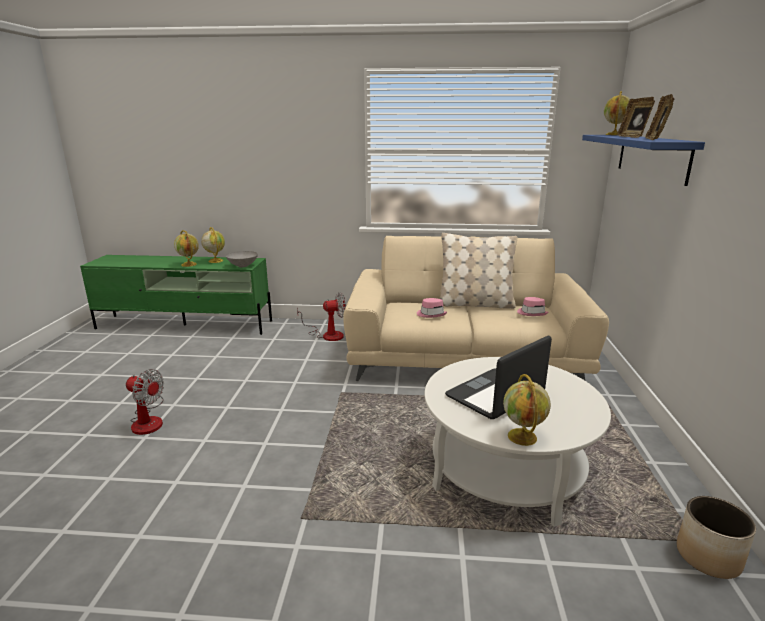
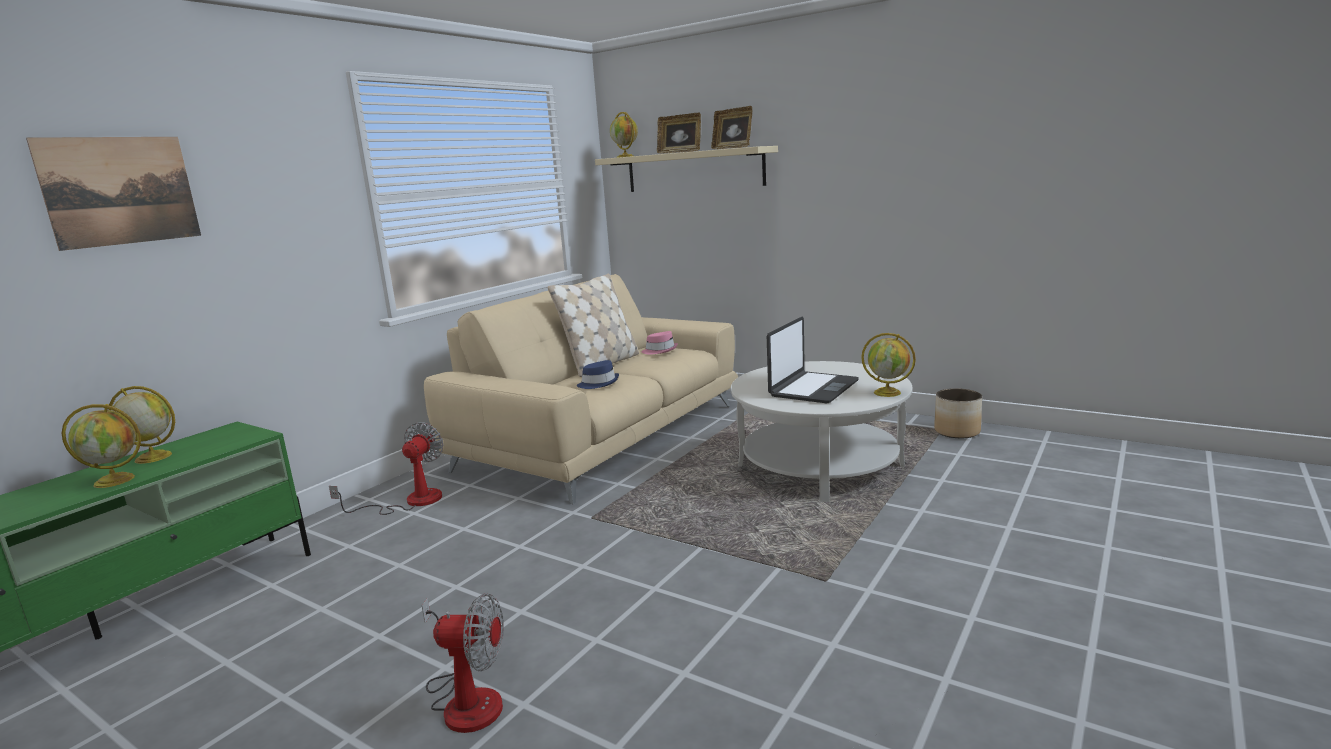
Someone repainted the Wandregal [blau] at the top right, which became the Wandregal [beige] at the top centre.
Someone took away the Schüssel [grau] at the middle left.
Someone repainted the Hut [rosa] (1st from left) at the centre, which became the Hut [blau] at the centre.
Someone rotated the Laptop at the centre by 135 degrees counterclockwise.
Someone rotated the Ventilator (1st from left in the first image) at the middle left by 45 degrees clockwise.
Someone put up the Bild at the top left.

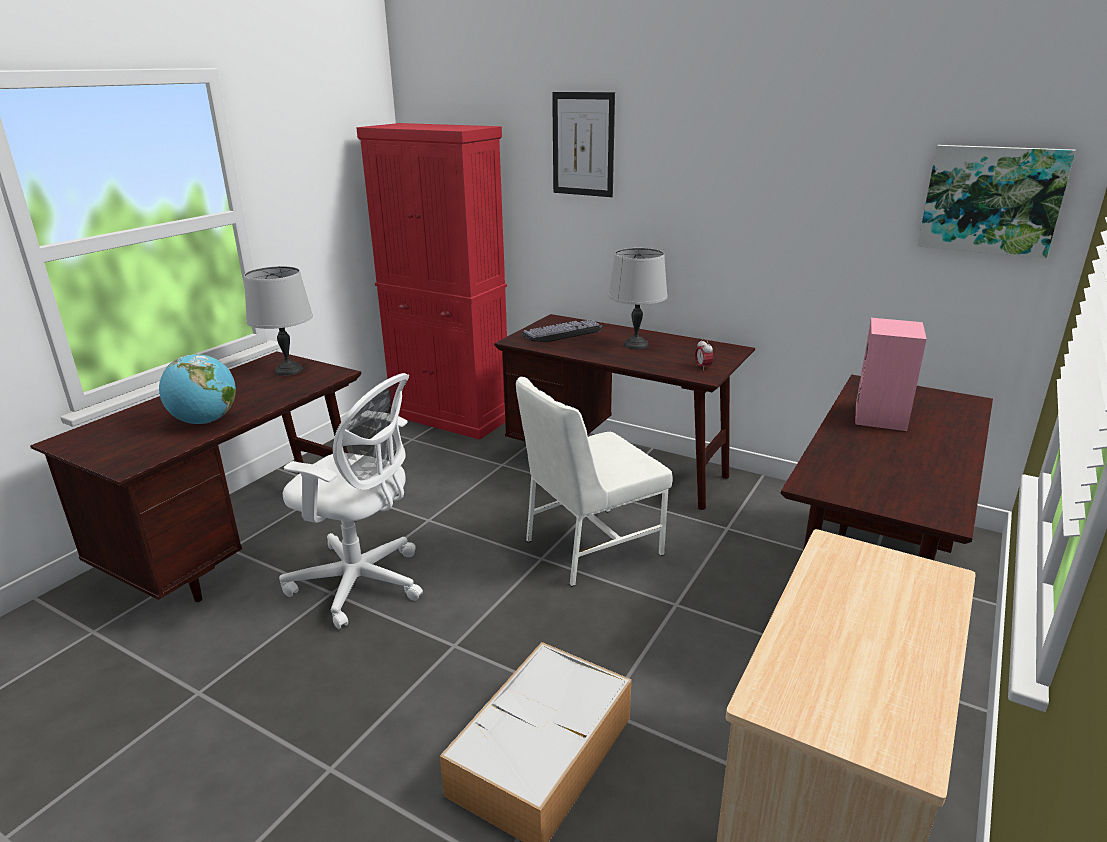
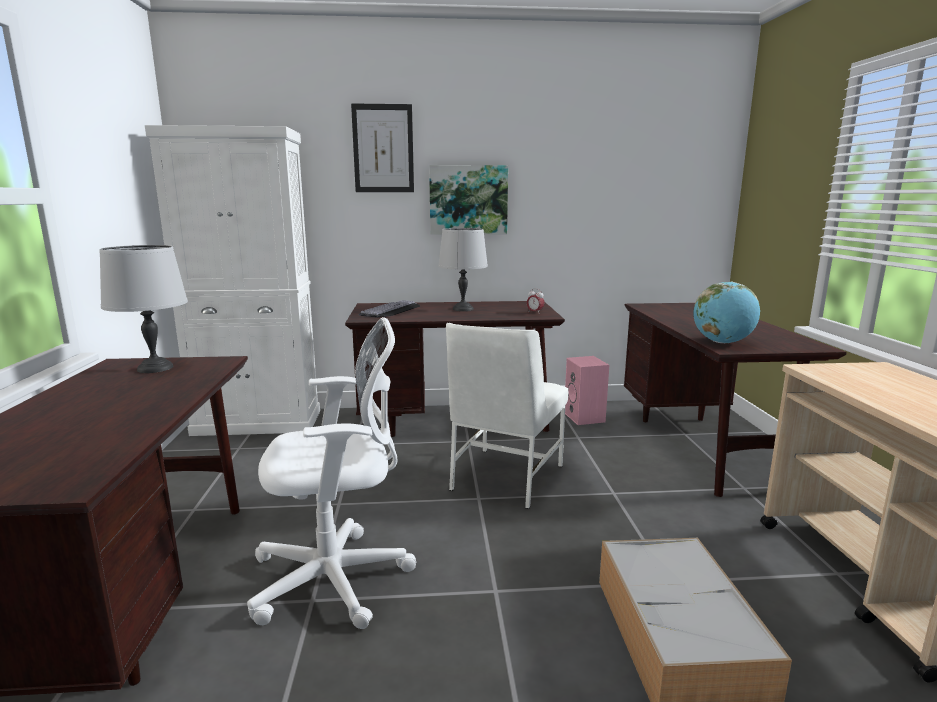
Someone repainted the Schrank [rot] at the centre, which became the Schrank [weiß] at the middle left.
Someone carried the Bild (2nd from left) from the top right to the top centre.
Someone carried the Lautsprecher [rosa] from the middle right to the centre.
Someone carried the Globus from the middle left to the middle right.

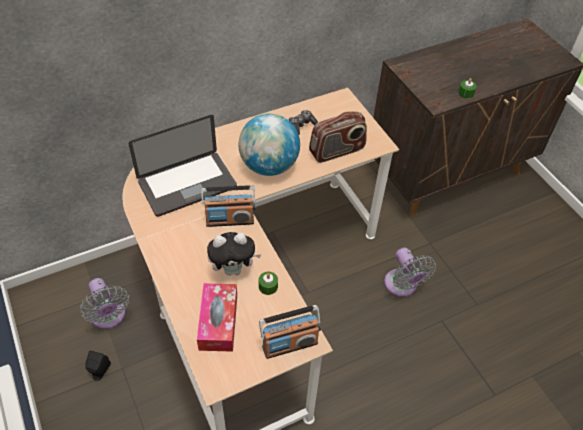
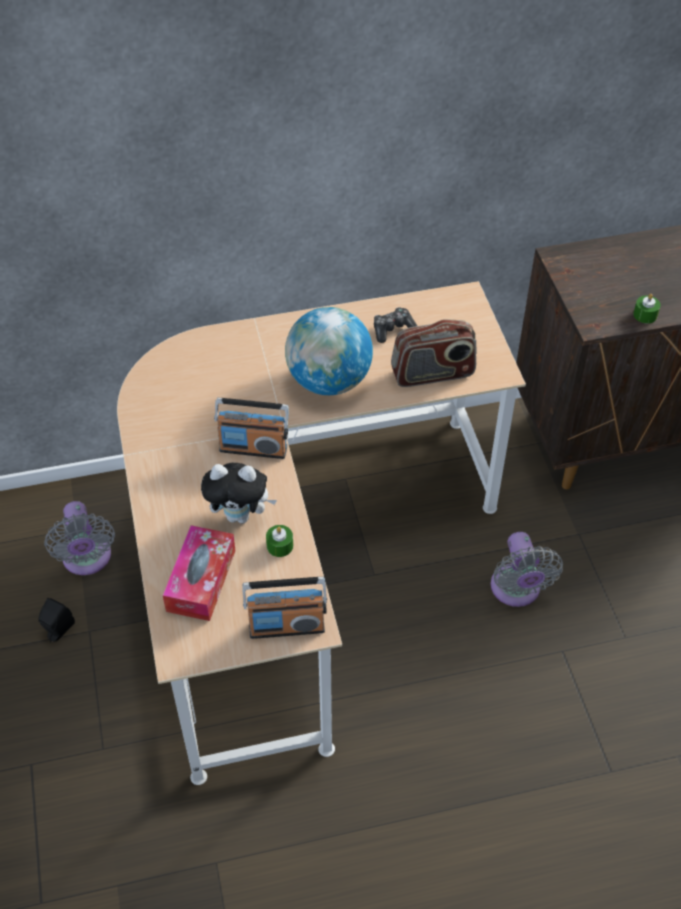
Someone took away the Laptop at the middle left.

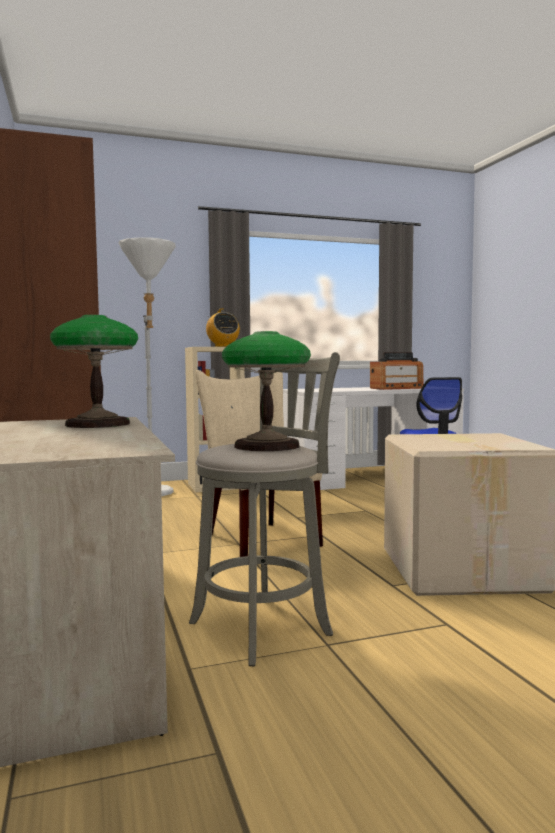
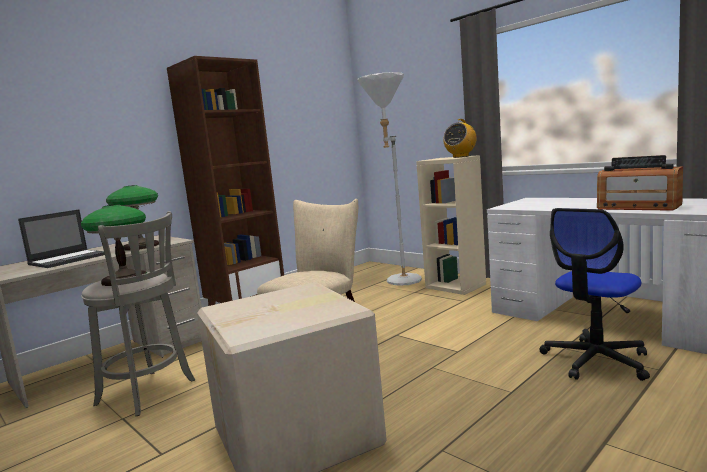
Someone put down the Laptop at the middle left.

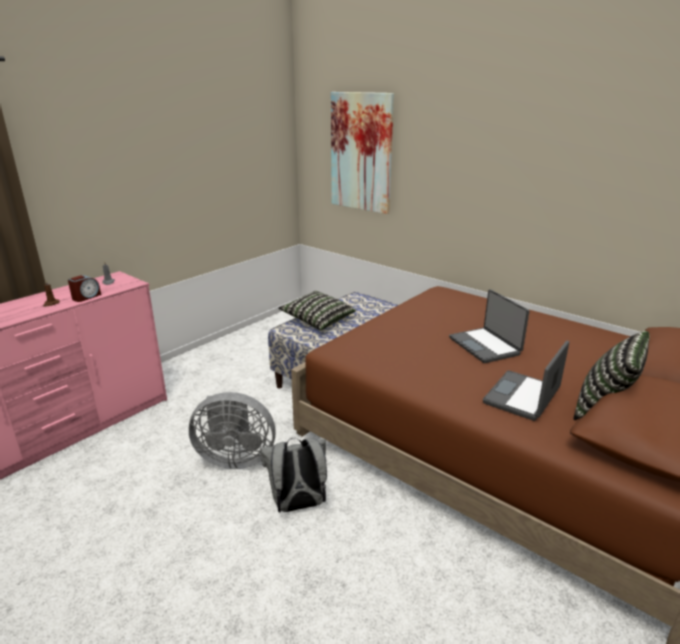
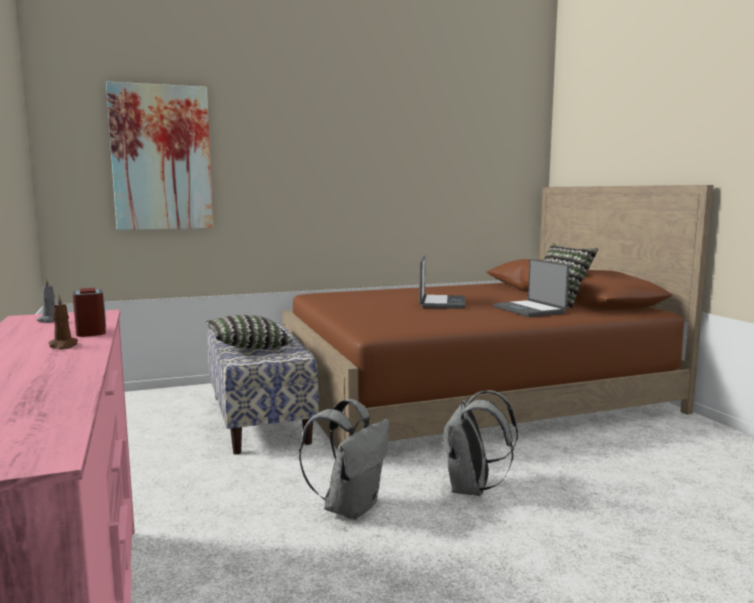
Someone rotated the Laptop (1st from left) at the middle right by 90 degrees counterclockwise.
Someone swapped the Ventilator [grau] at the bottom centre for the Rucksack [grau] (1st from left) at the bottom centre.

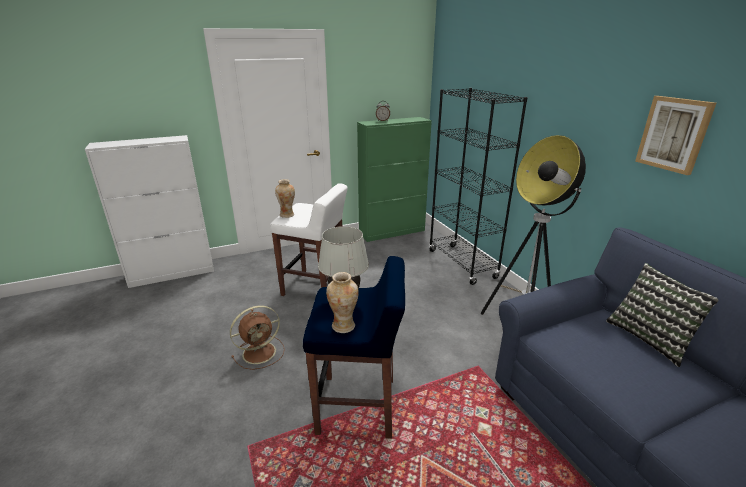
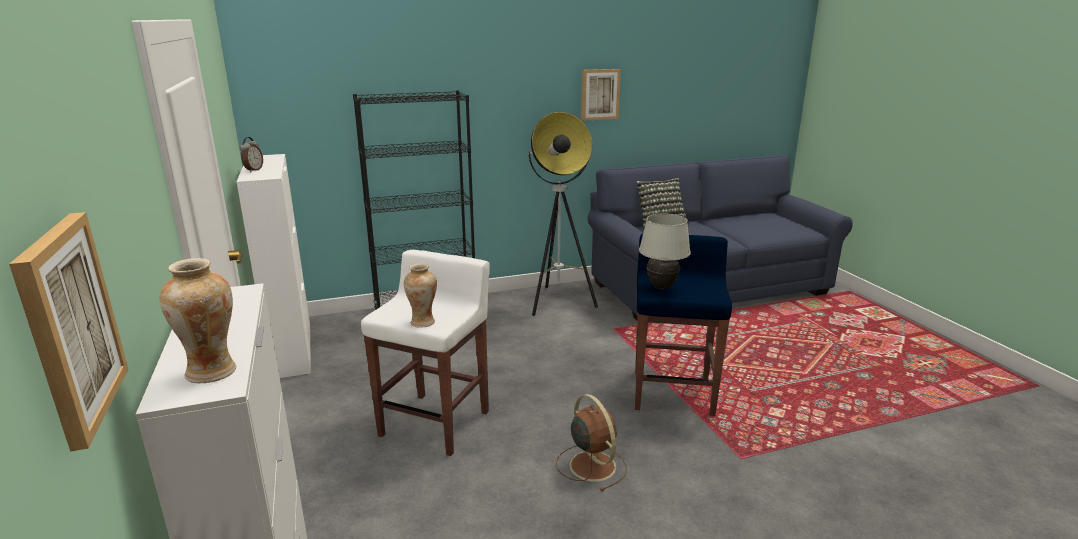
Someone repainted the Schrank [grün] at the centre, which became the Schrank [weiß] (2nd from left) at the middle left.
Someone carried the Vase (2nd from left in the first image) from the centre to the middle left.
Someone put up the Bild (1st from left) at the middle left.

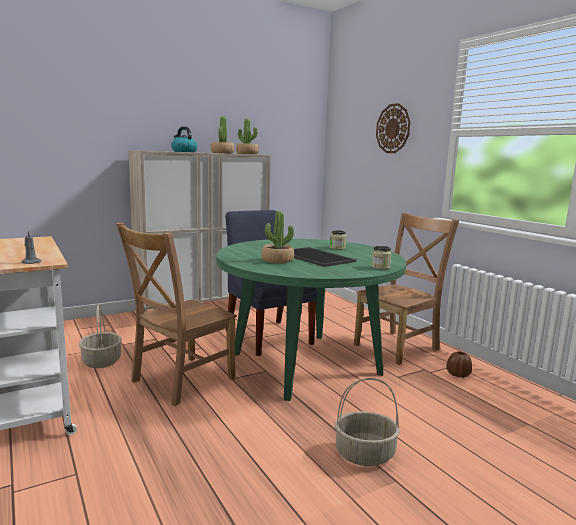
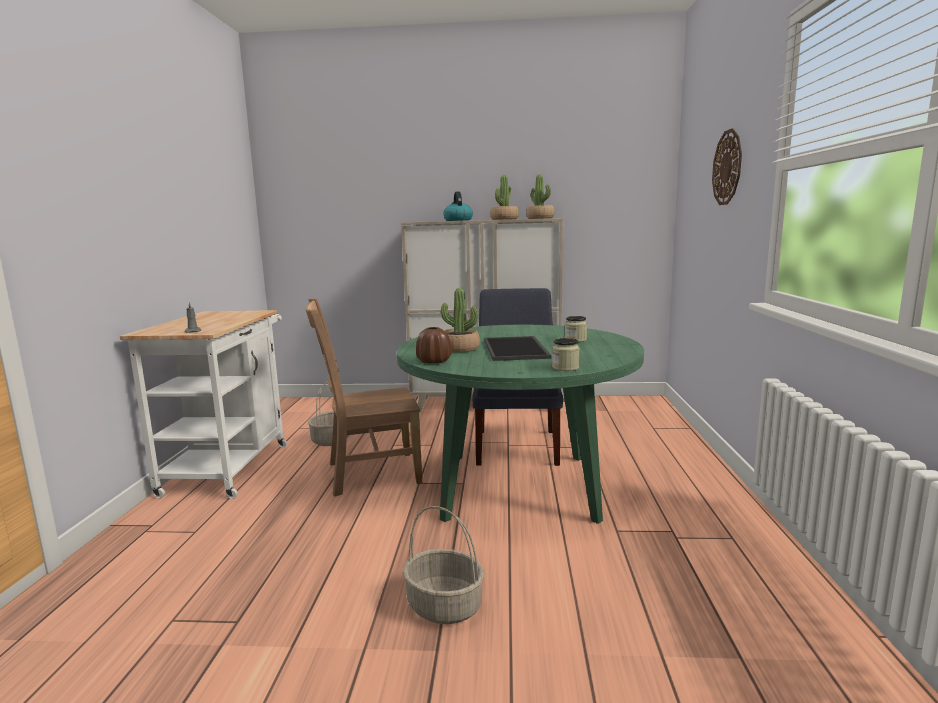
Someone took away the Stuhl [braun] (2nd from left) at the middle right.
Someone carried the Vase [braun] from the bottom right to the centre.

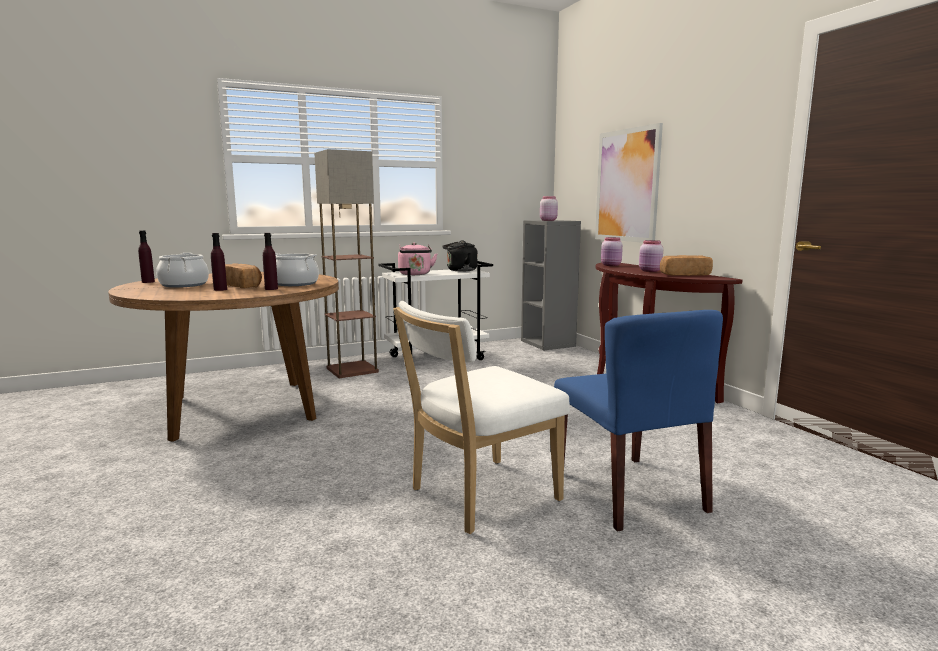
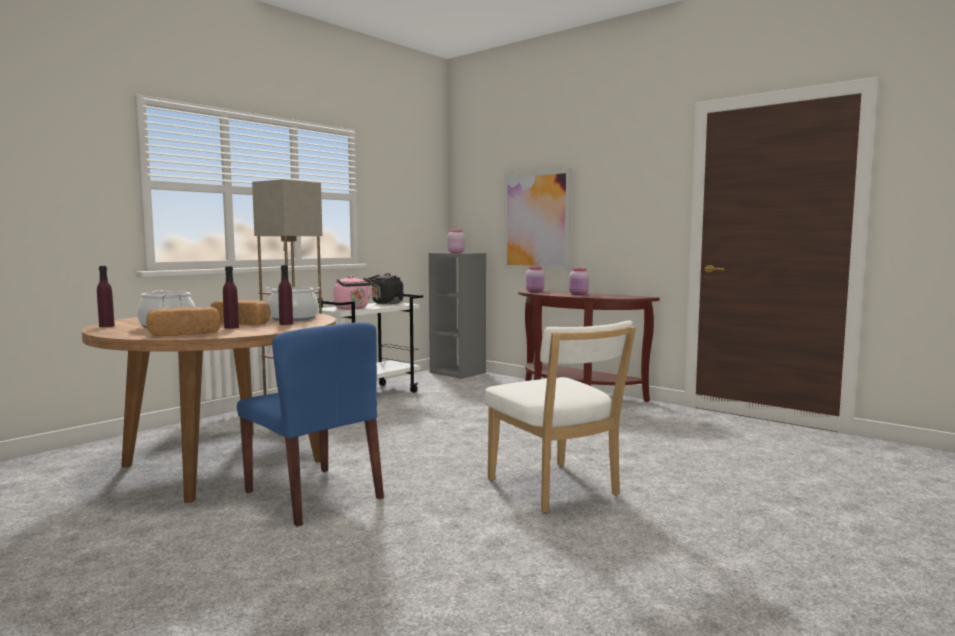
Someone carried the Brot (2nd from left in the first image) from the middle right to the middle left.
Someone rotated the Stuhl [weiß] at the centre by 60 degrees counterclockwise.
Someone carried the Stuhl [blau] from the middle right to the bottom left.

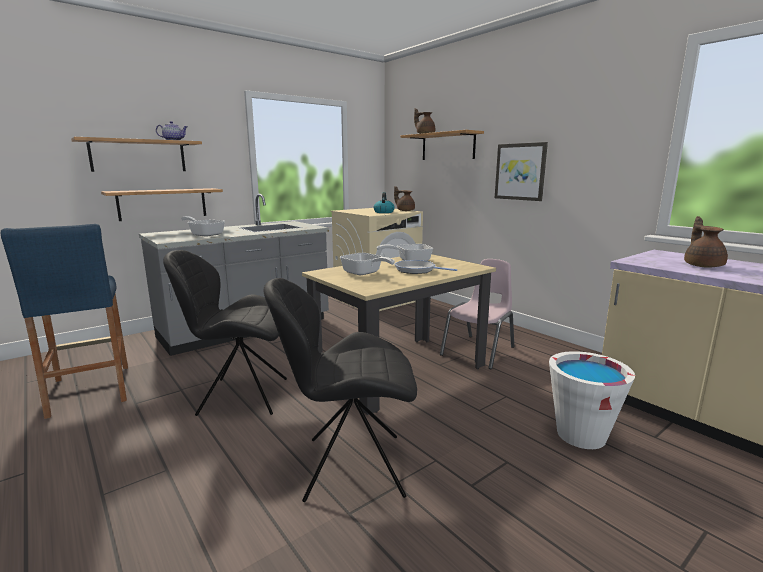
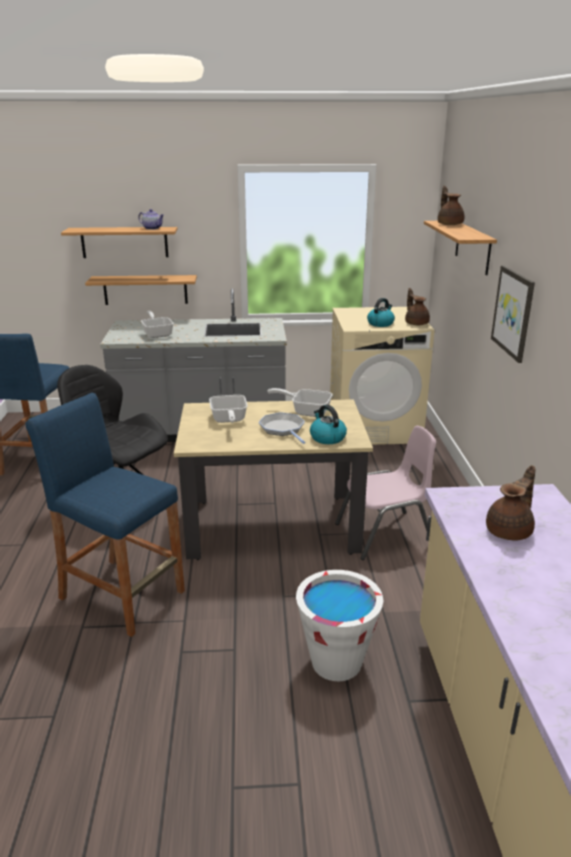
Someone swapped the Stuhl [schwarz] (2nd from left) at the bottom centre for the Hocker [blau] (2nd from left) at the middle left.
Someone put down the Wasserkessel (1st from left) at the centre.

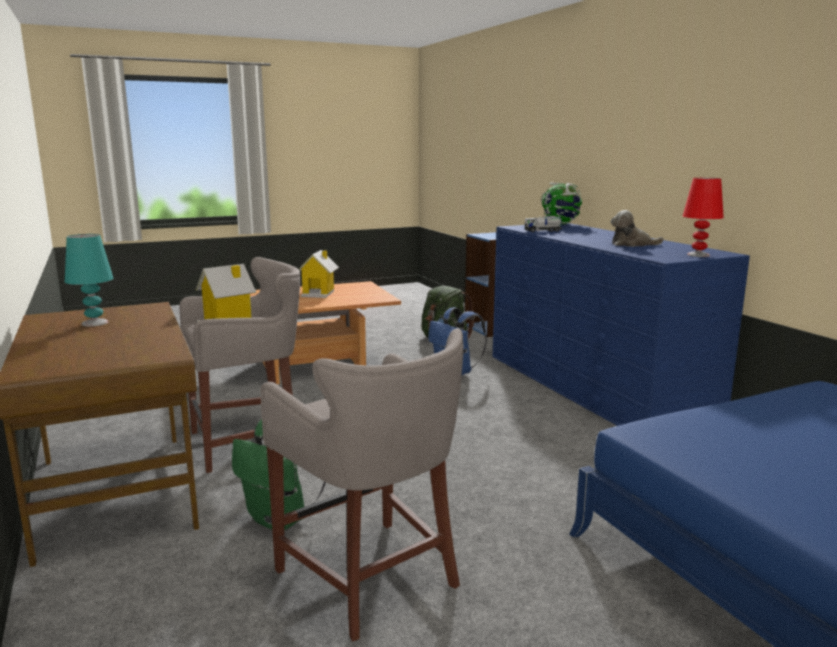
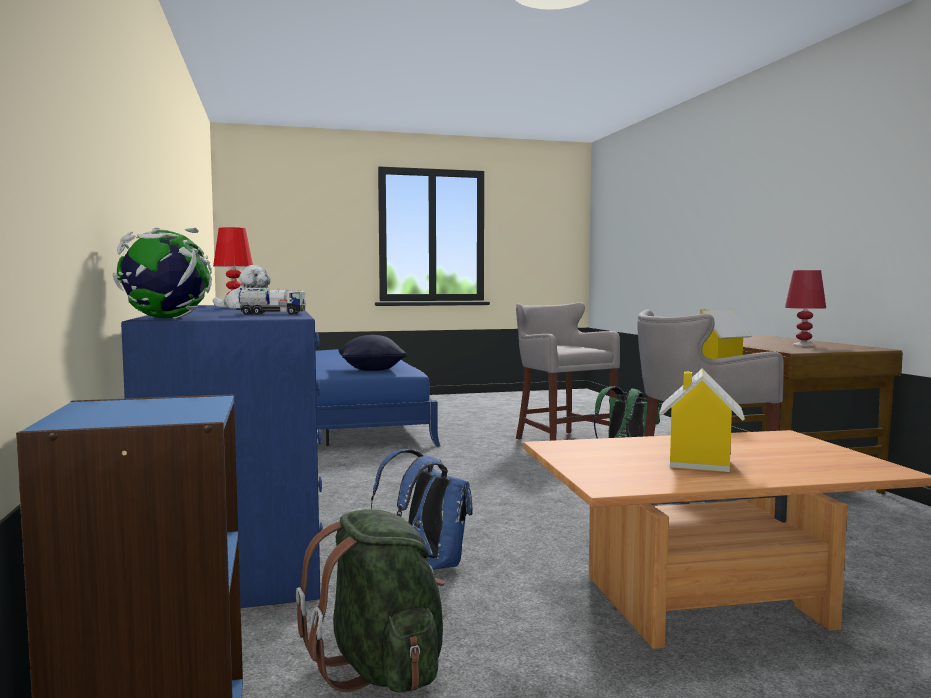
Someone repainted the Tischlampe [türkis] at the middle left, which became the Tischlampe [rot] (2nd from left) at the middle right.
Someone put down the Kissen [schwarz] at the centre.

